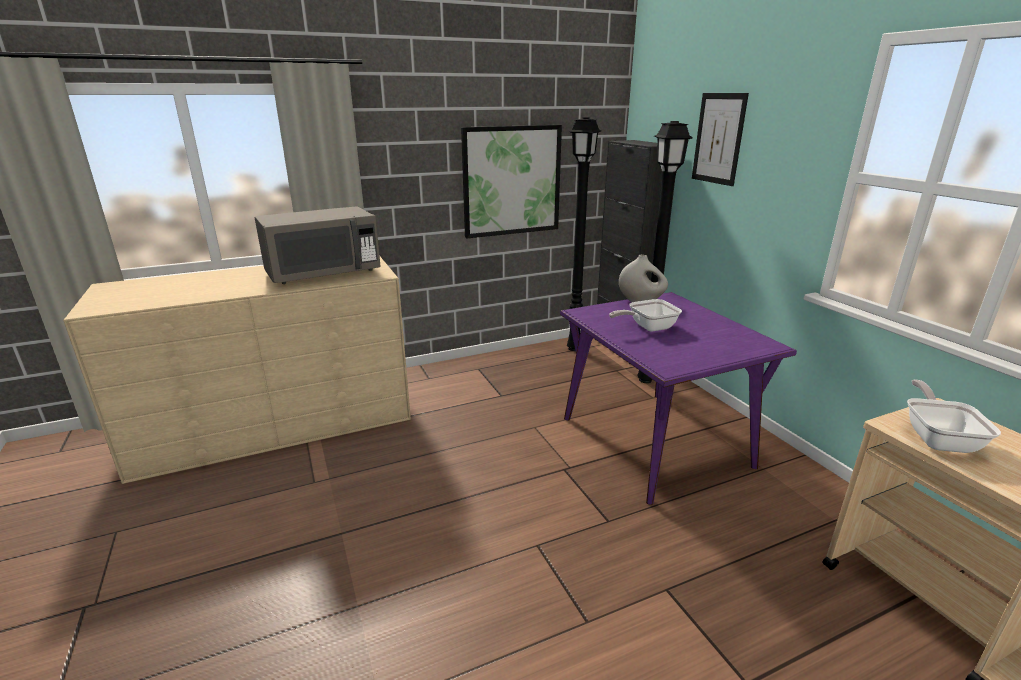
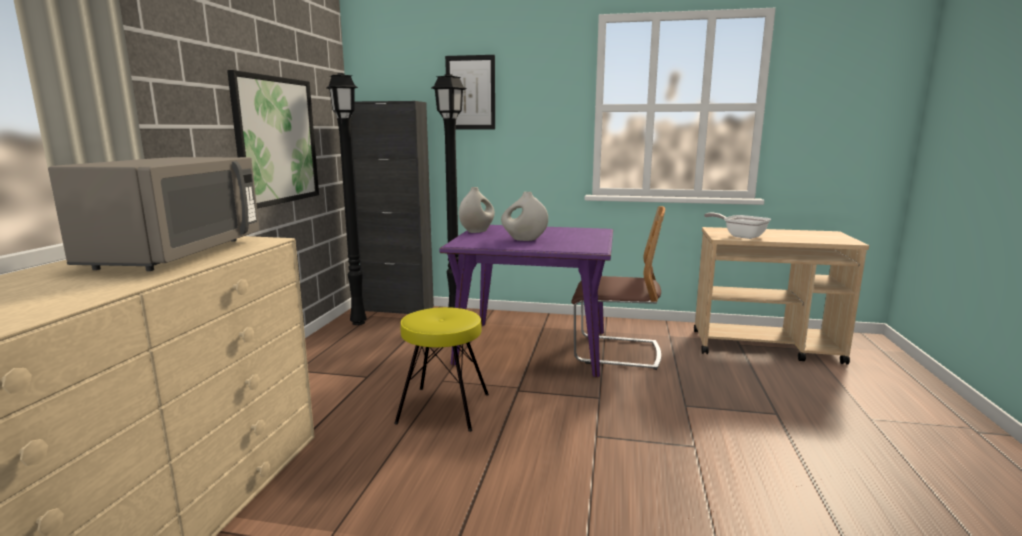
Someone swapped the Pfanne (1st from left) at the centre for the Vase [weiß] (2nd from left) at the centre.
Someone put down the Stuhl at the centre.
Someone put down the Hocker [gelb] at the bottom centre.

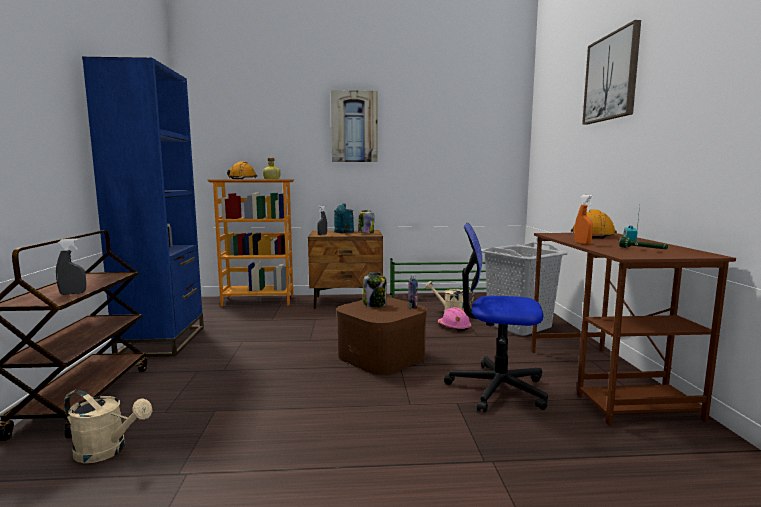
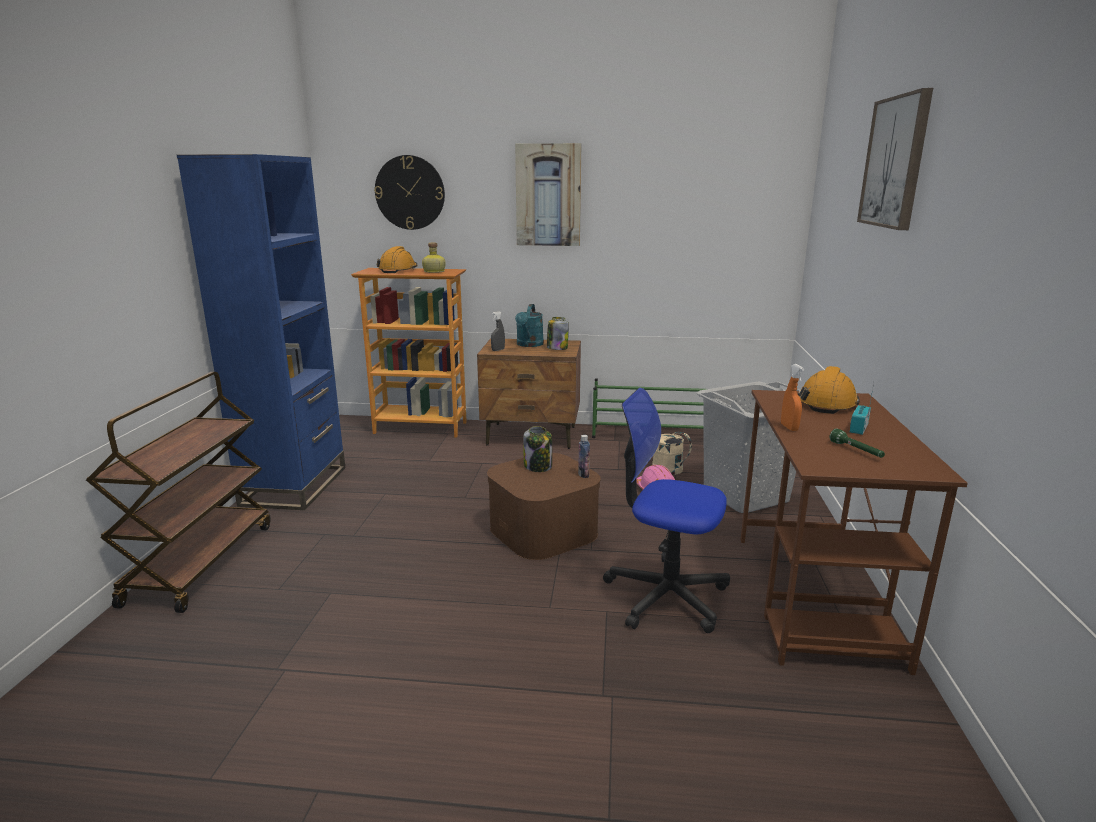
Someone took away the Sprühflasche [grau] (1st from left) at the middle left.
Someone took away the Gießkanne [beige] (1st from left) at the bottom left.
Someone put up the Wanduhr at the top centre.

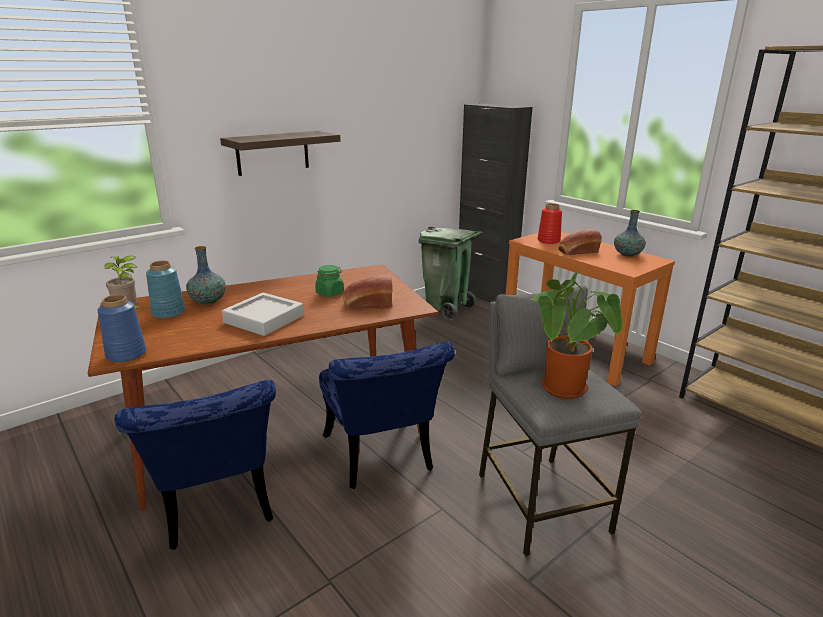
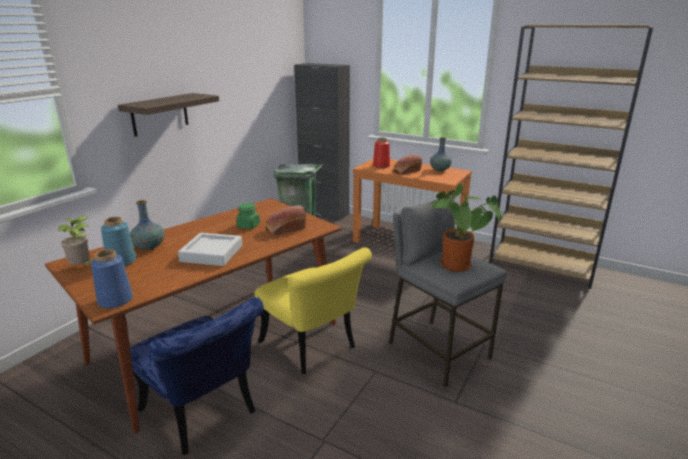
Someone repainted the Stuhl [blau] (2nd from left) at the bottom centre, which became the Stuhl [gelb] at the bottom centre.

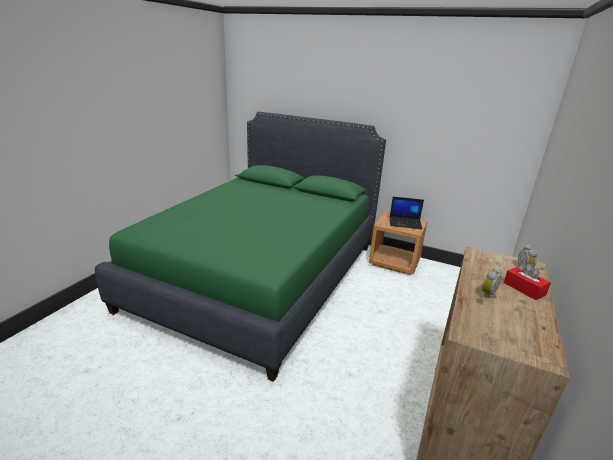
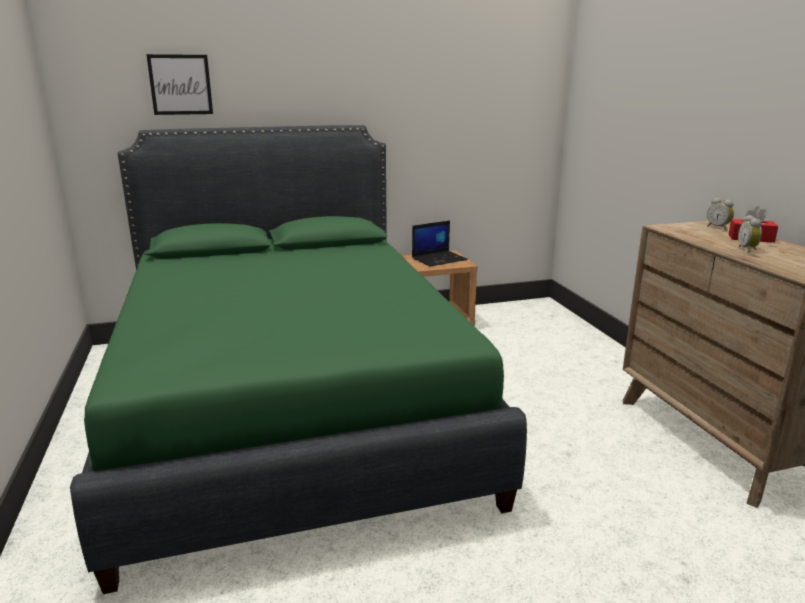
Someone put up the Bild at the top left.

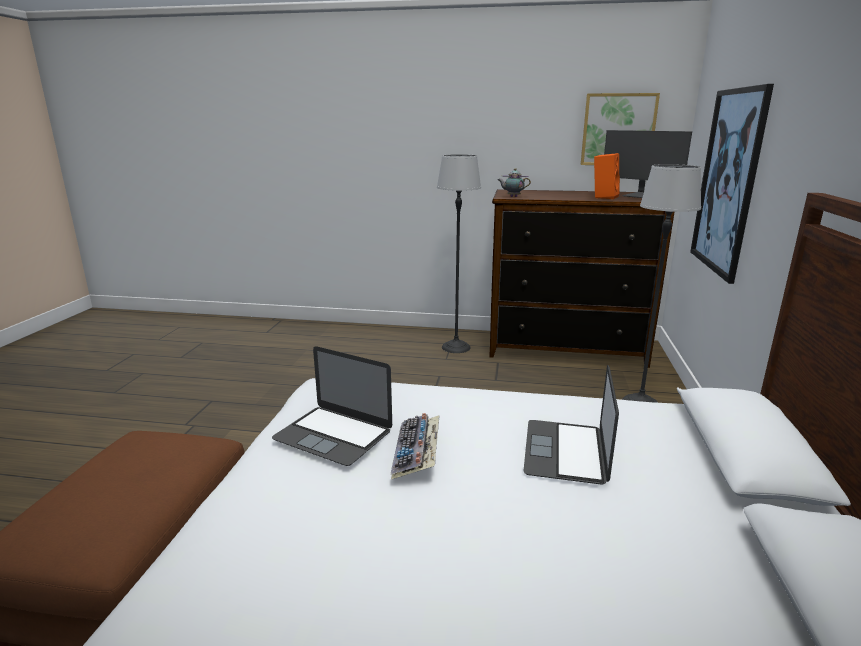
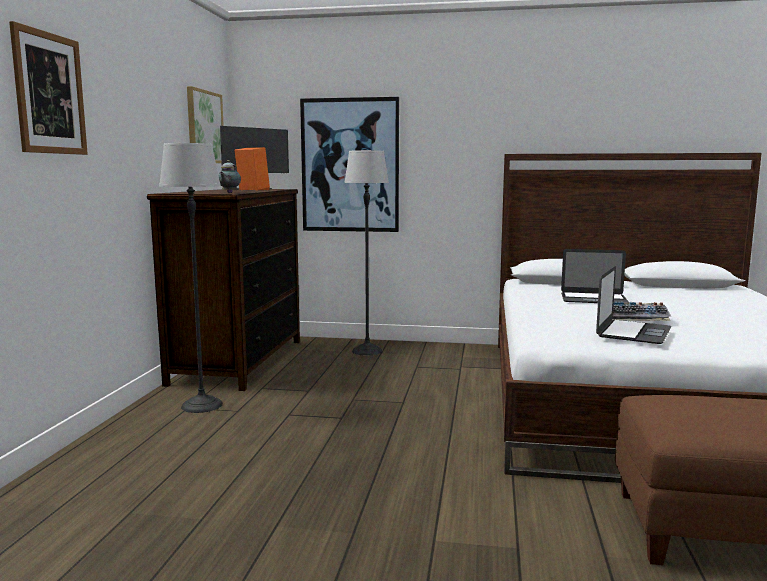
Someone put up the Bild (1st from left) at the top left.

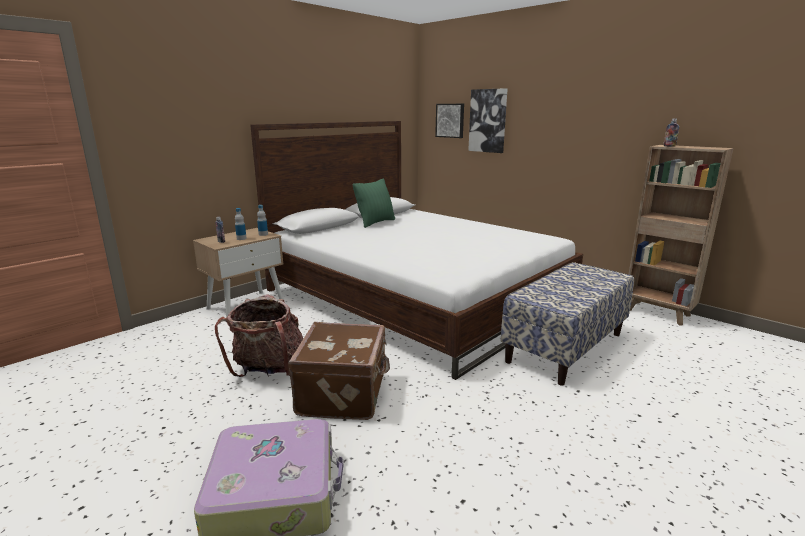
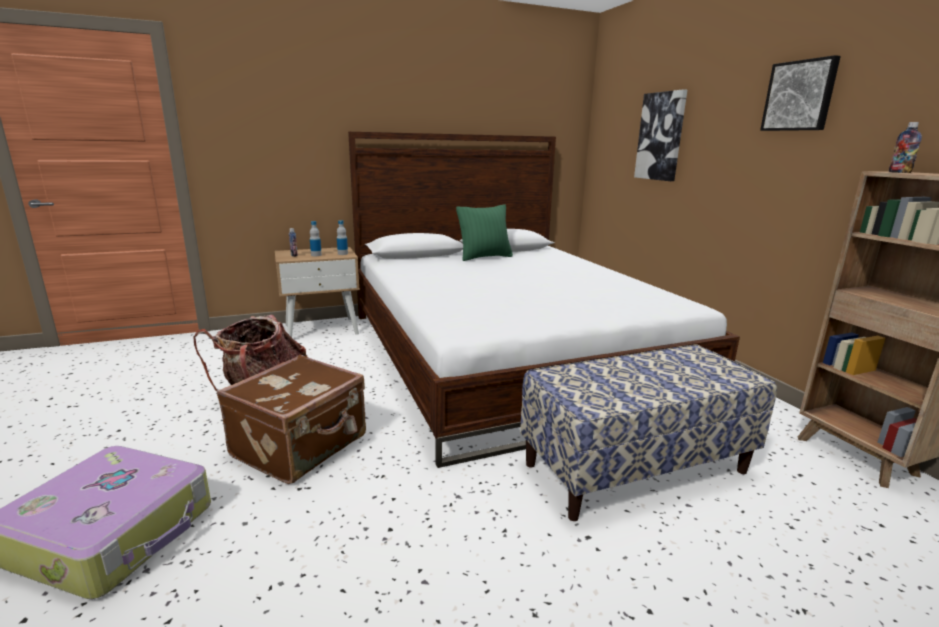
Someone carried the Bild (1st from left in the first image) from the top centre to the top right.

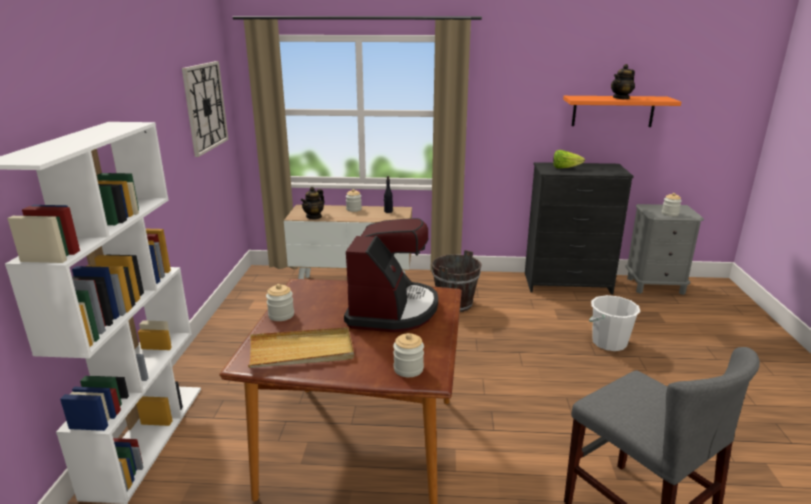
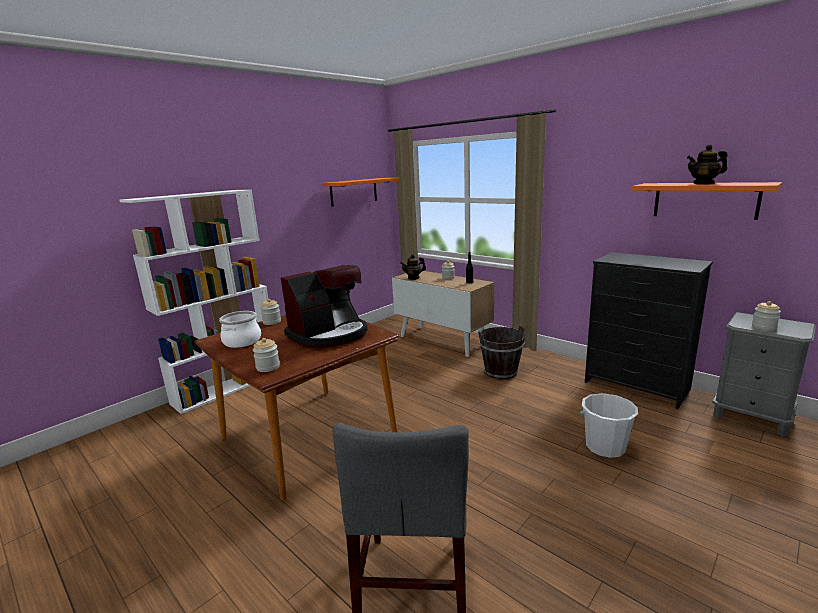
Someone swapped the Wanduhr at the top left for the Wandregal [orange] (1st from left) at the top centre.
Someone took away the Salatkopf at the top right.
Someone swapped the Tablett [beige] at the bottom centre for the Kochtopf at the middle left.

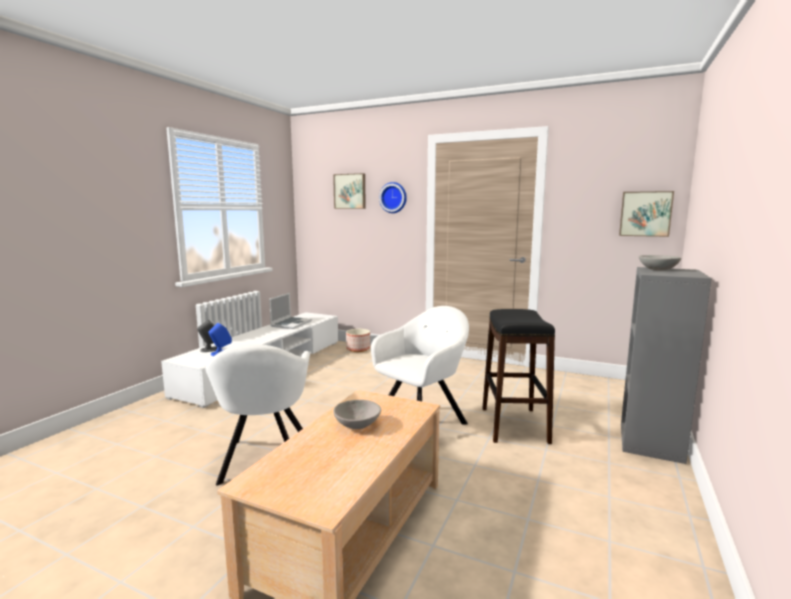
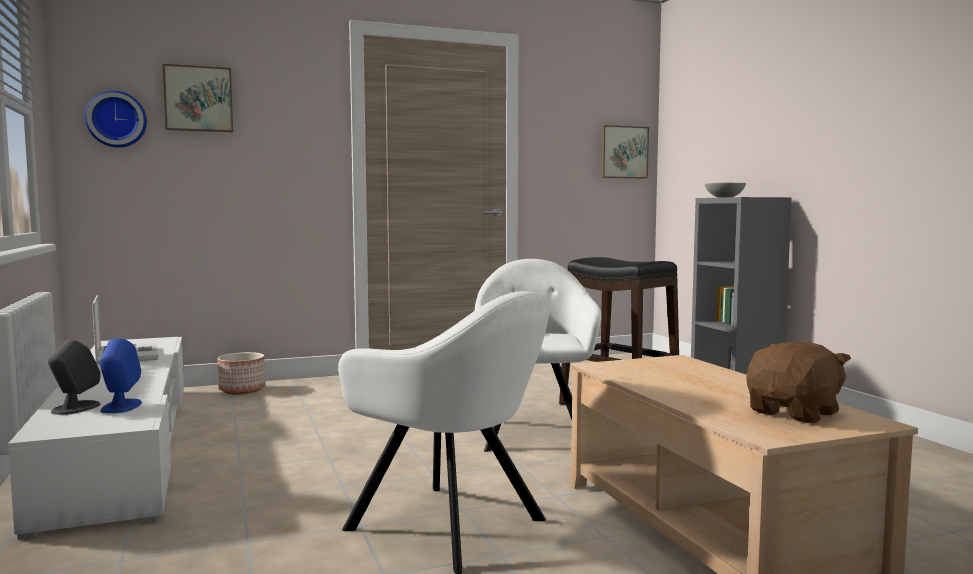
Someone carried the Wanduhr from the top centre to the top left.
Someone took away the Schüssel [grau] (1st from left) at the bottom centre.
Someone put down the Plüschtier [braun] at the middle right.

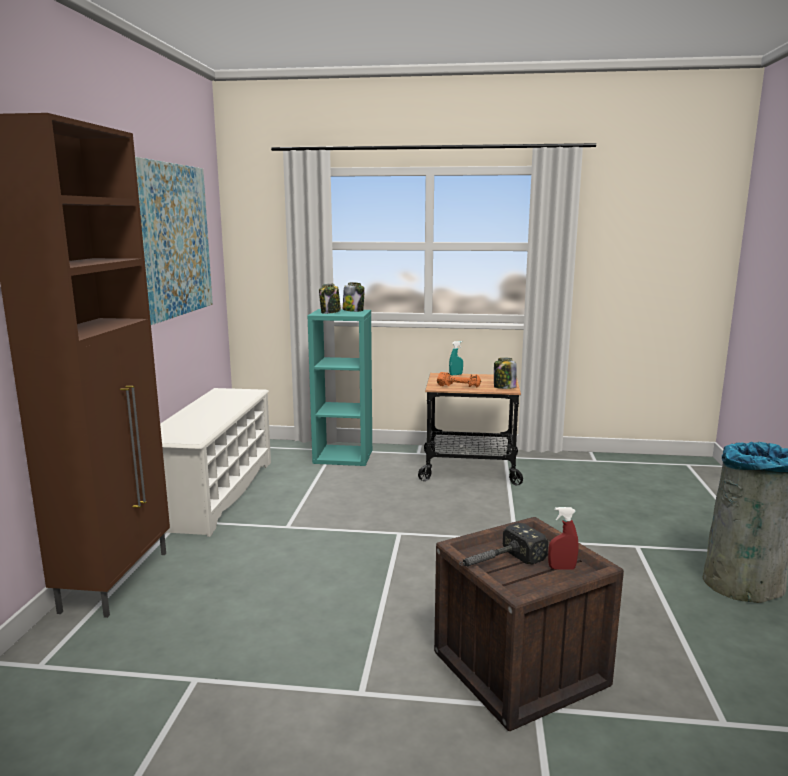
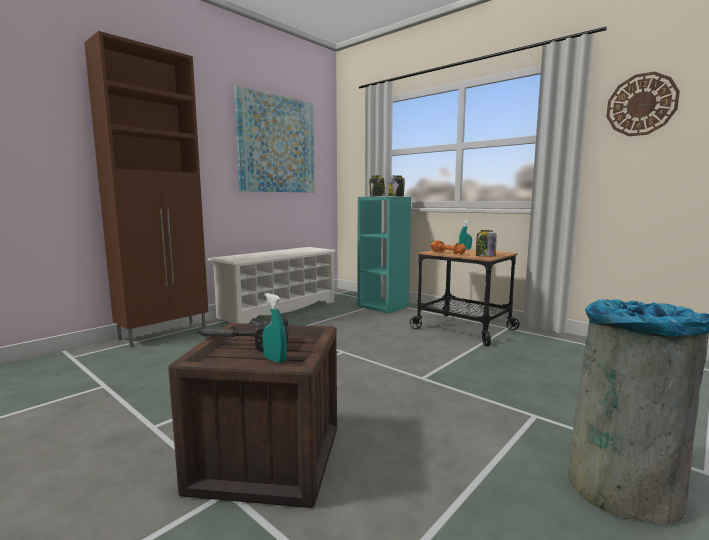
Someone repainted the Sprühflasche [rot] at the bottom right, which became the Sprühflasche [türkis] (1st from left) at the centre.
Someone put up the Wanduhr at the top right.

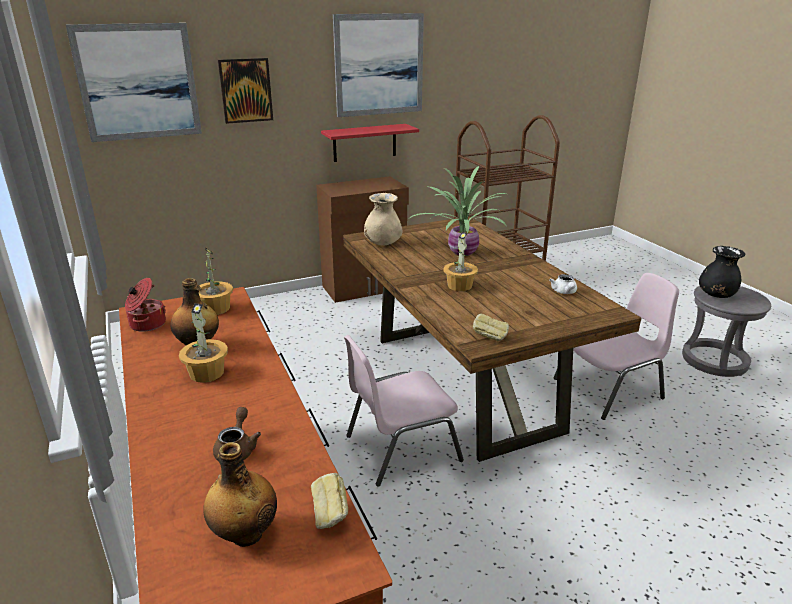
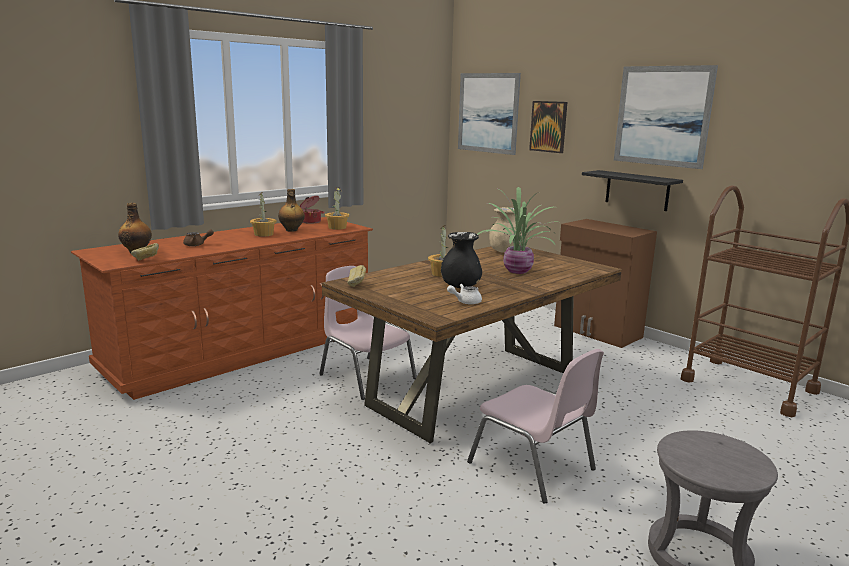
Someone repainted the Wandregal [rot] at the top centre, which became the Wandregal [schwarz] at the middle right.
Someone carried the Vase [schwarz] from the middle right to the centre.

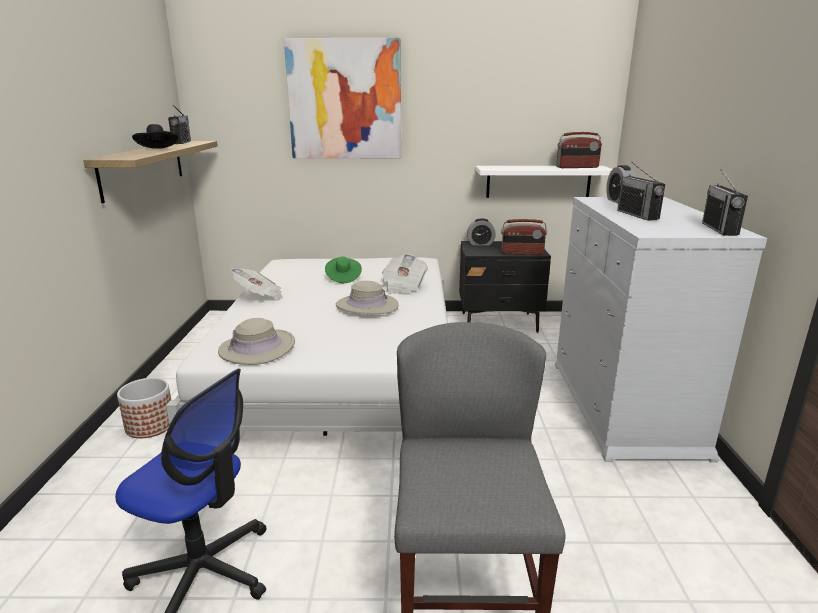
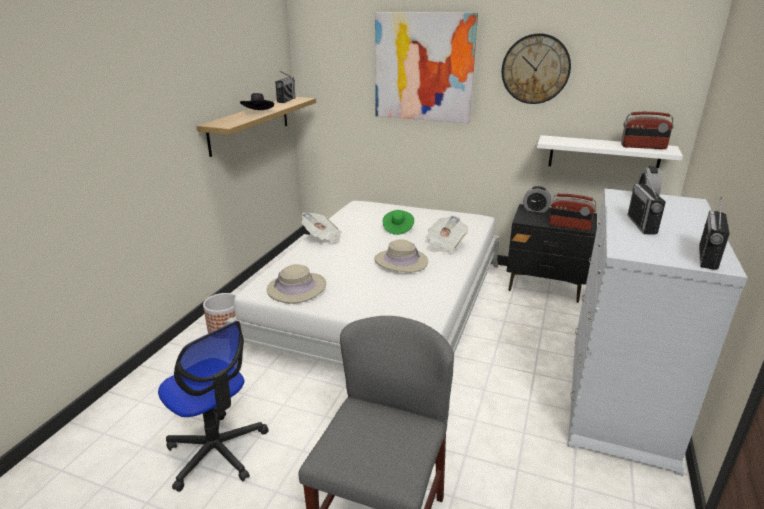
Someone put up the Wanduhr at the top right.

